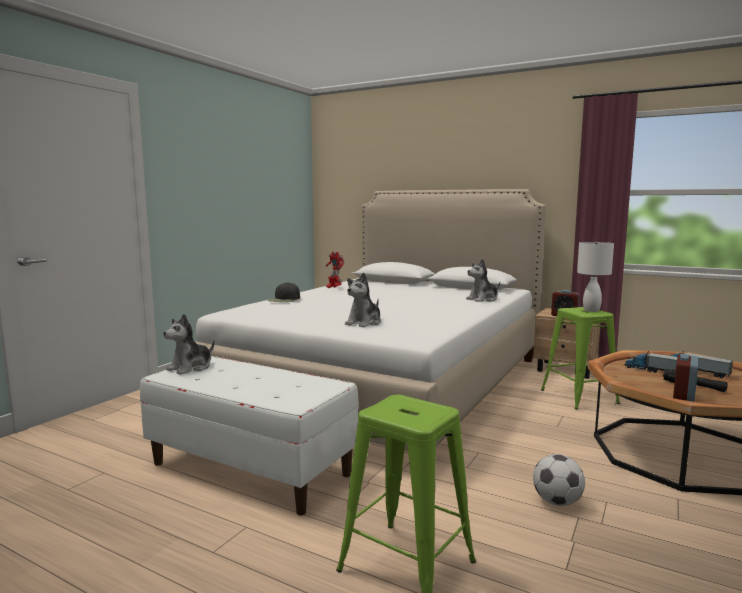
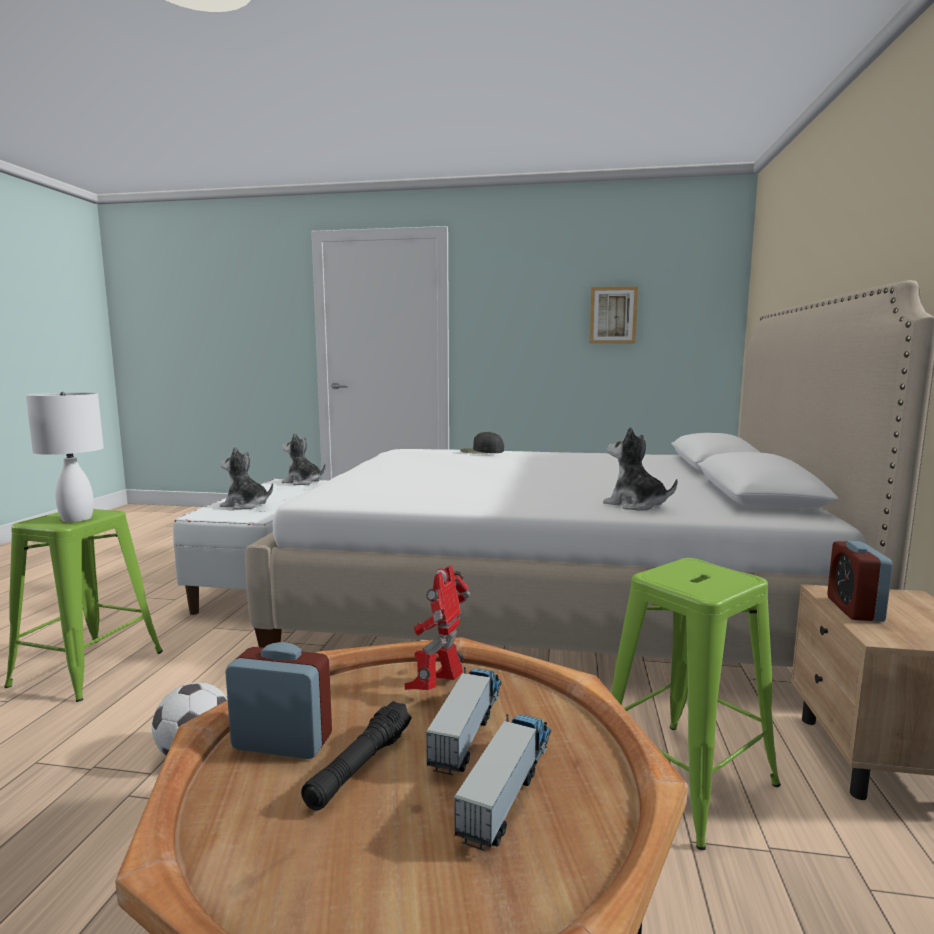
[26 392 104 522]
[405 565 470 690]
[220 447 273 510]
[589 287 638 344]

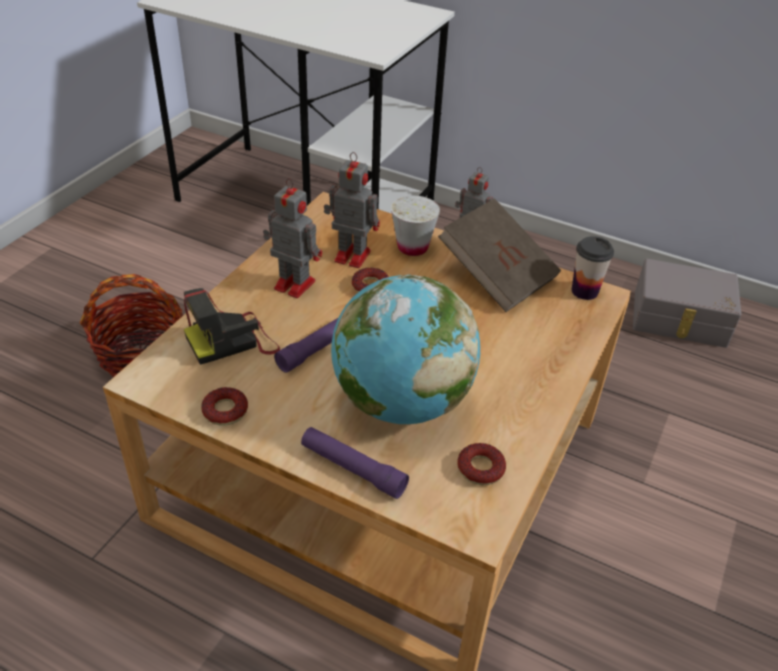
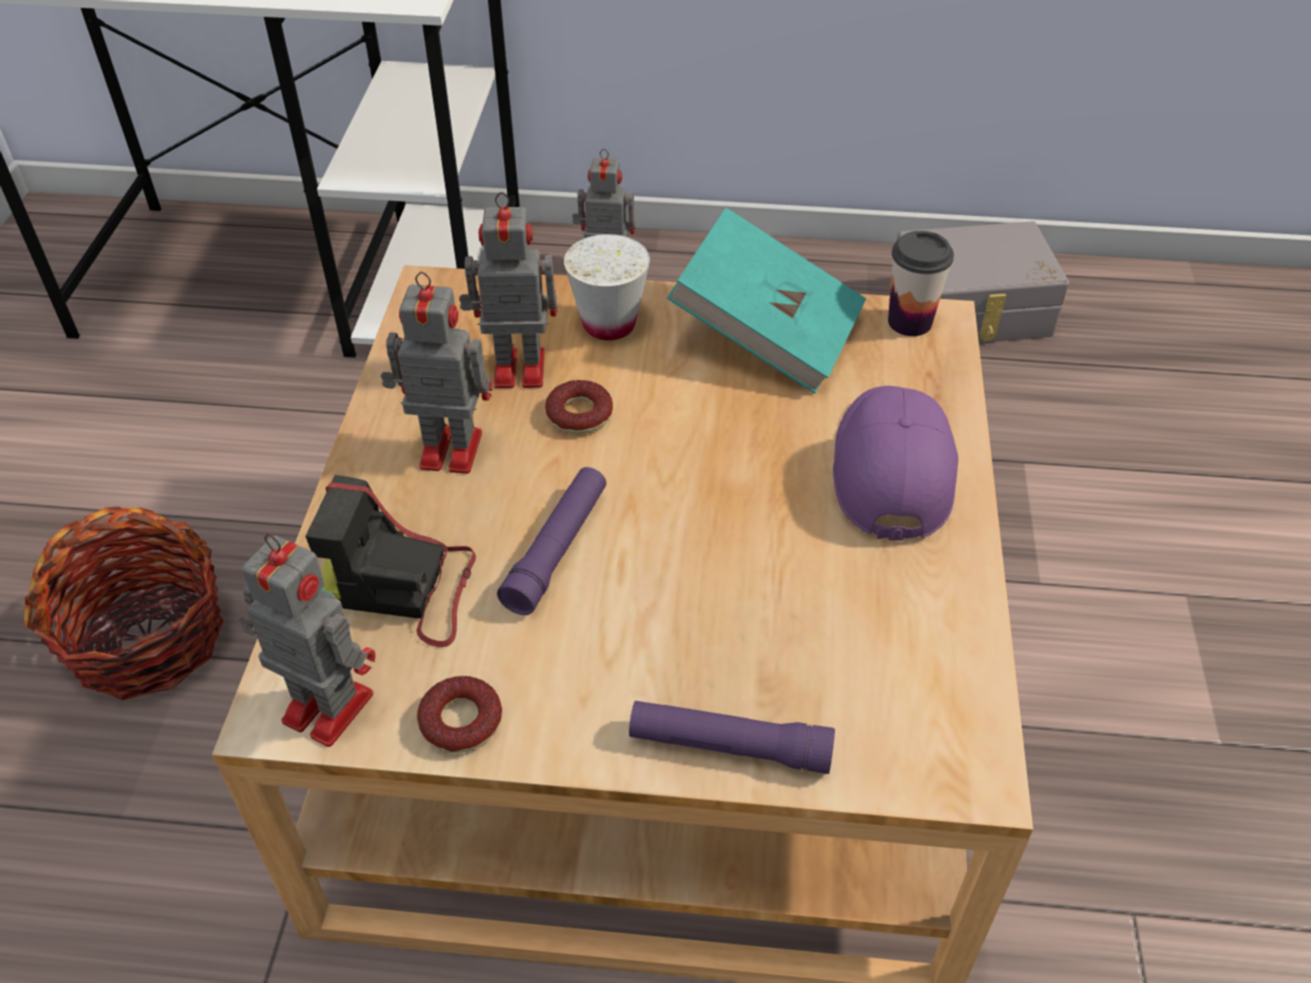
[667 208 866 394]
[331 274 480 424] (first image)
[305 475 476 647]
[457 443 506 485] (first image)
[833 386 958 541]
[239 534 376 747]

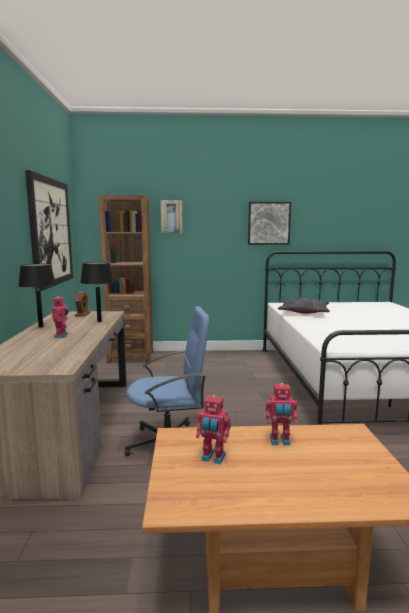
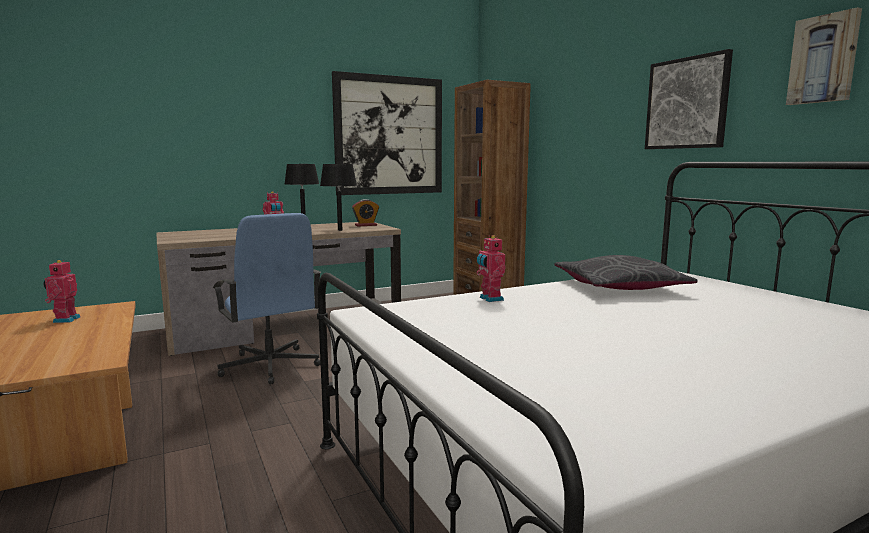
[786 7 862 105]
[476 235 506 302]

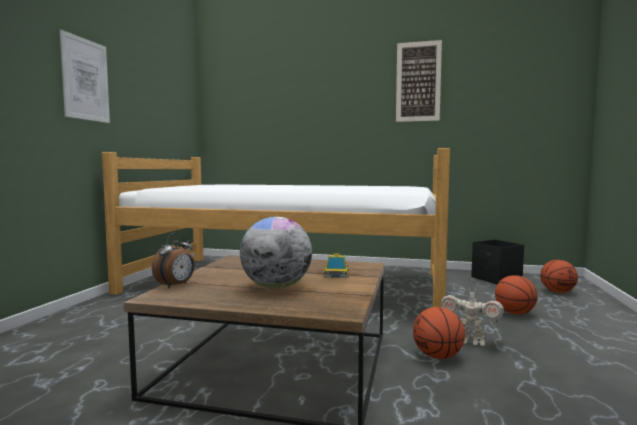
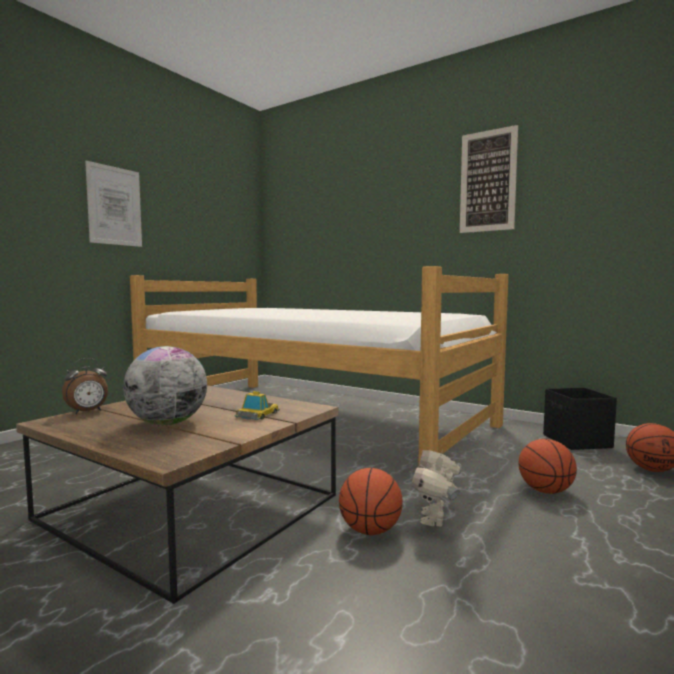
[411 449 462 527]

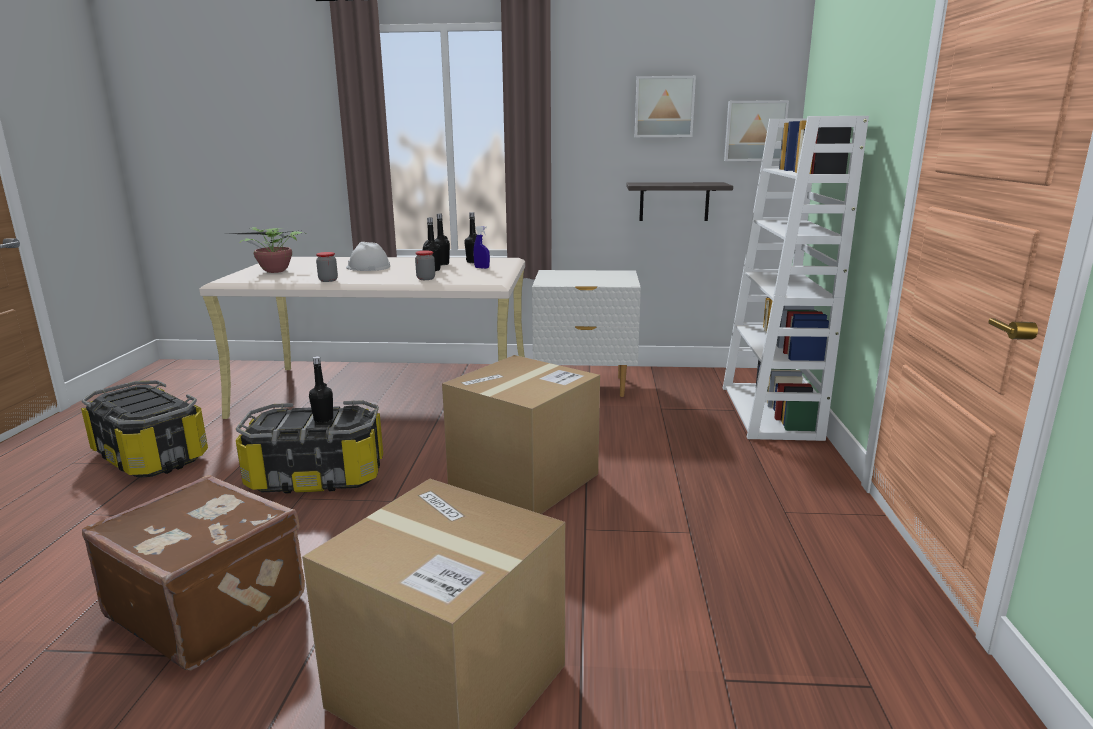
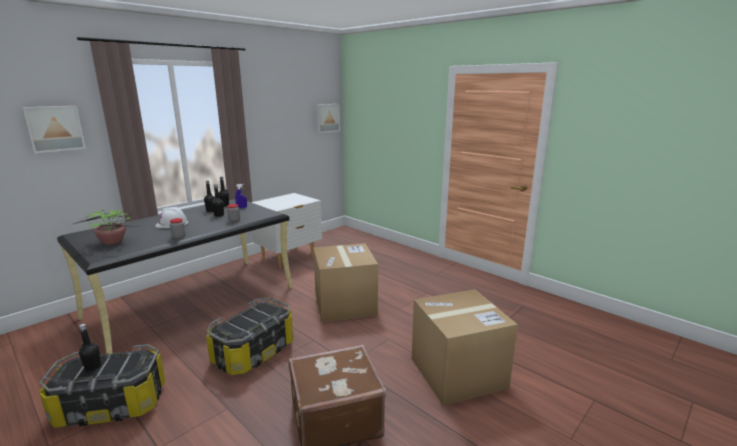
[22 106 86 153]
[723 116 869 441] (first image)
[626 182 733 221] (first image)
[57 199 293 354]
[79 324 101 371]

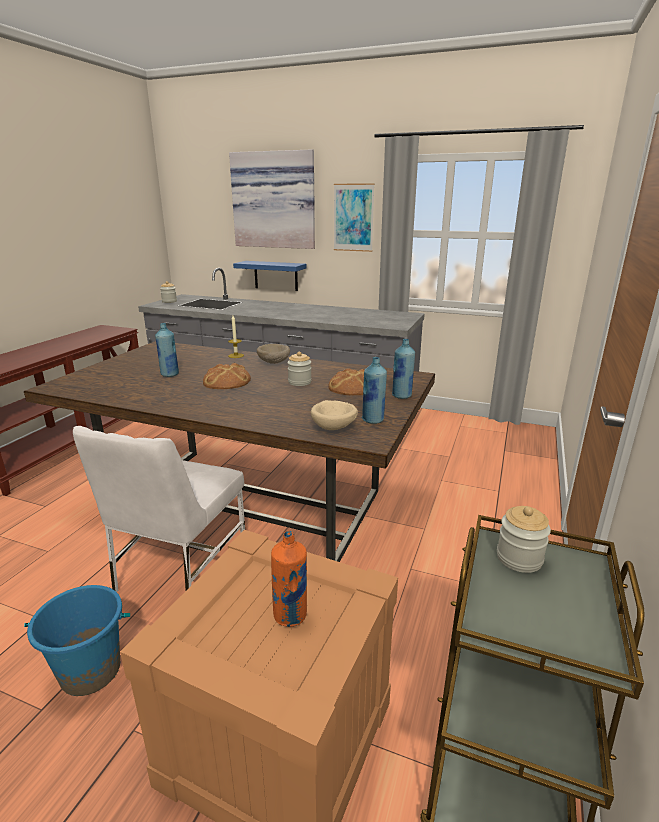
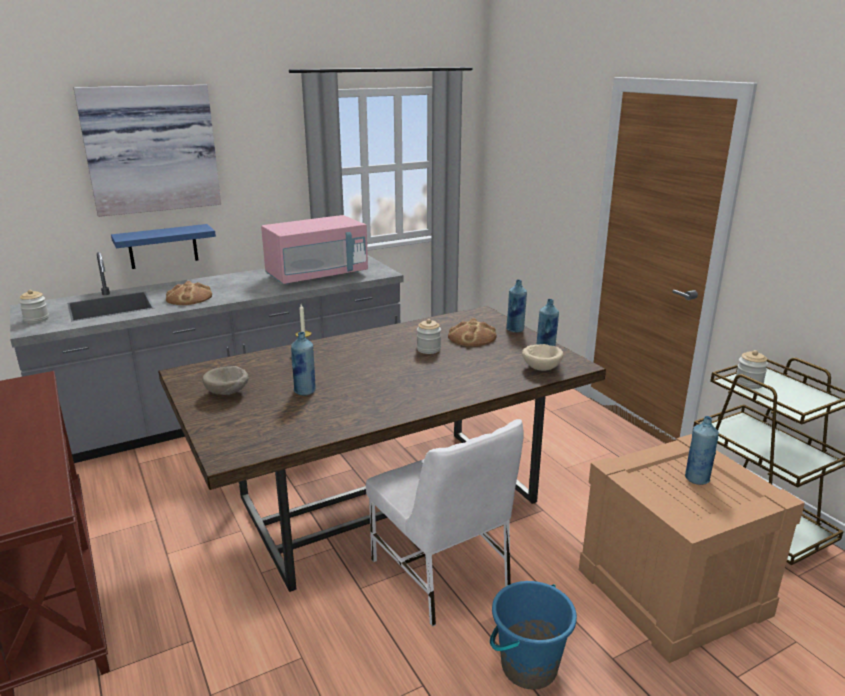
[334 183 375 252] (first image)
[202 366 249 395]
[166 280 212 305]
[685 416 719 485]
[261 215 368 284]

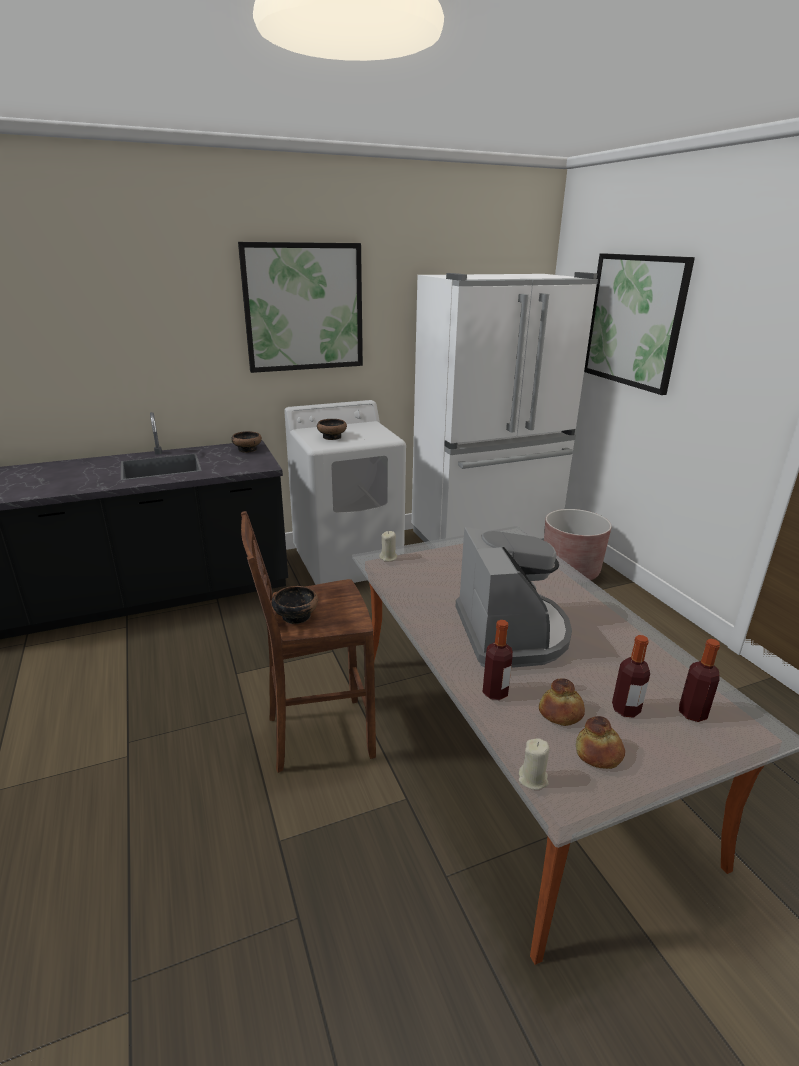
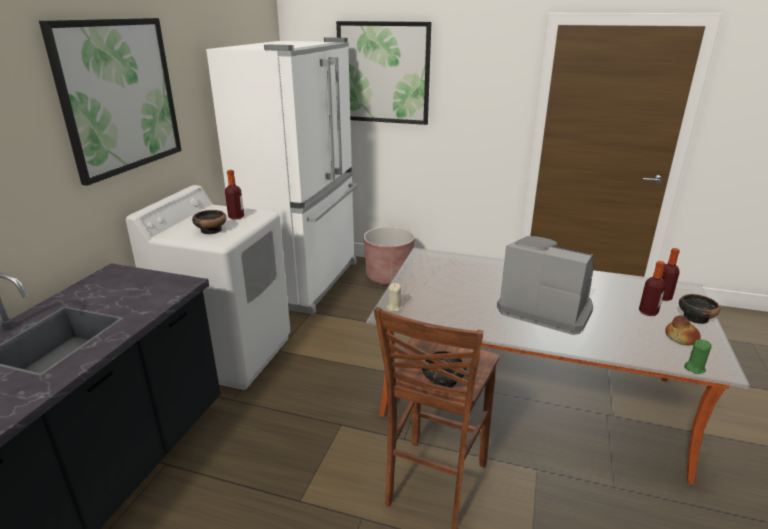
[679 294 720 324]
[225 170 244 220]
[539 678 585 726] (first image)
[684 339 712 374]

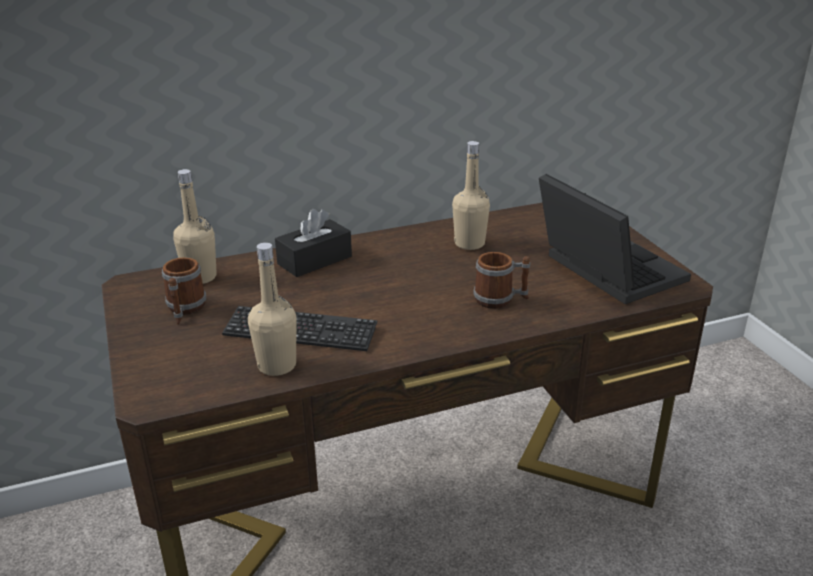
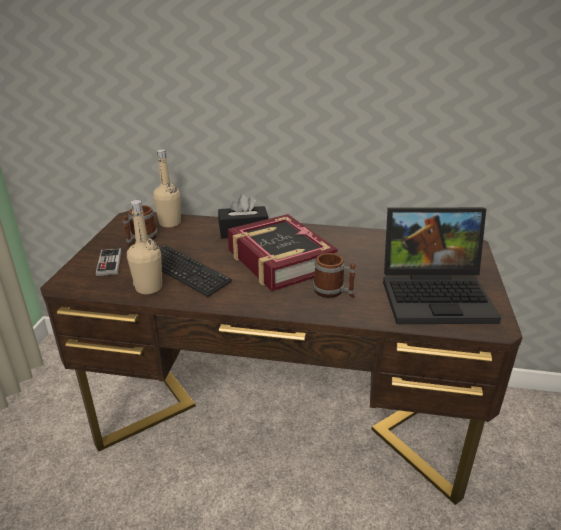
[452 141 490 250] (first image)
[383 207 501 324]
[228 214 338 291]
[96 248 122 276]

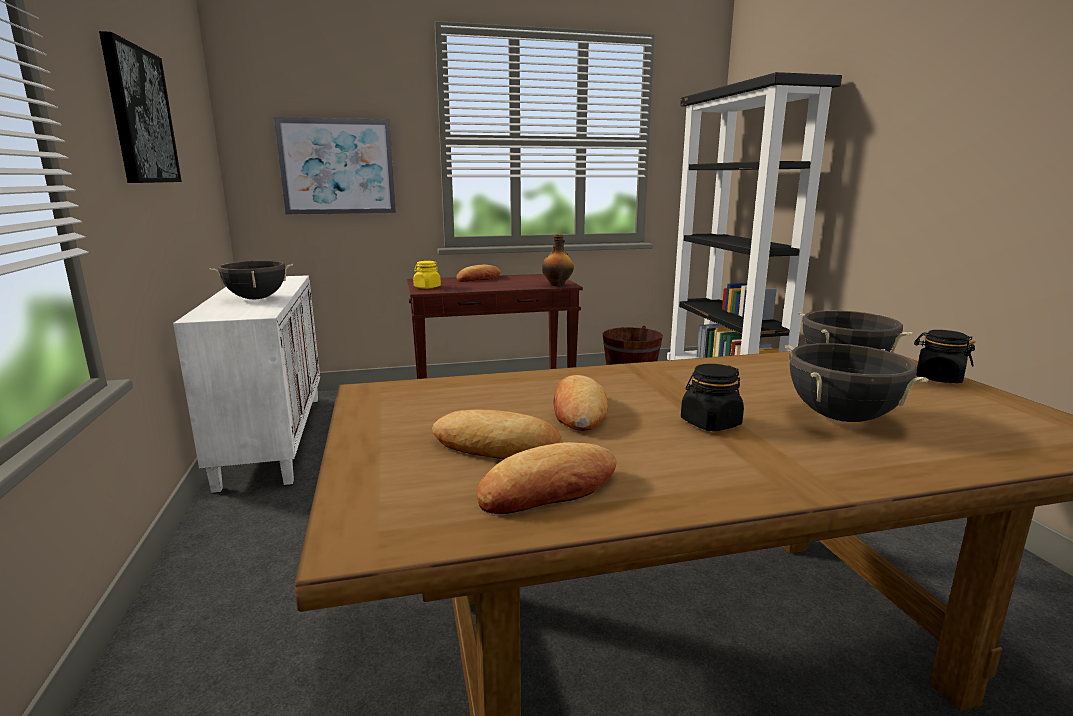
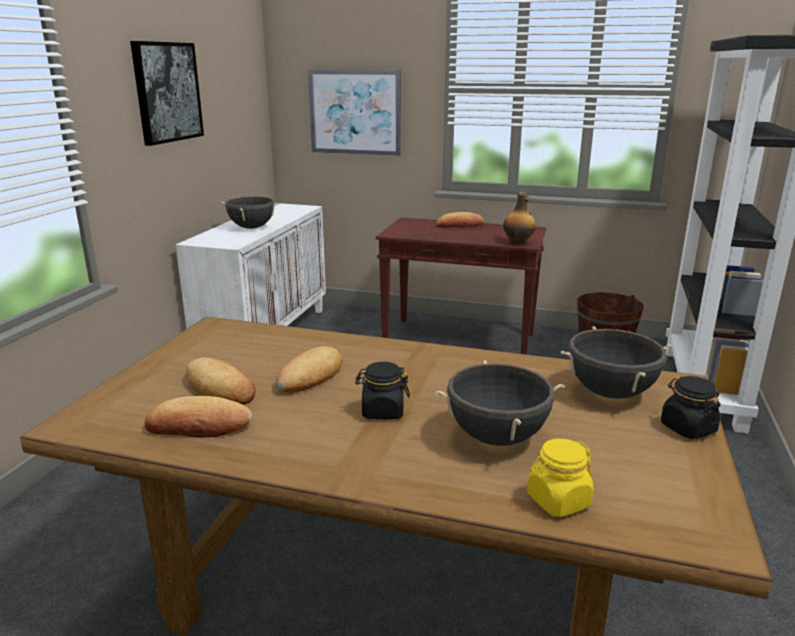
[527 438 593 517]

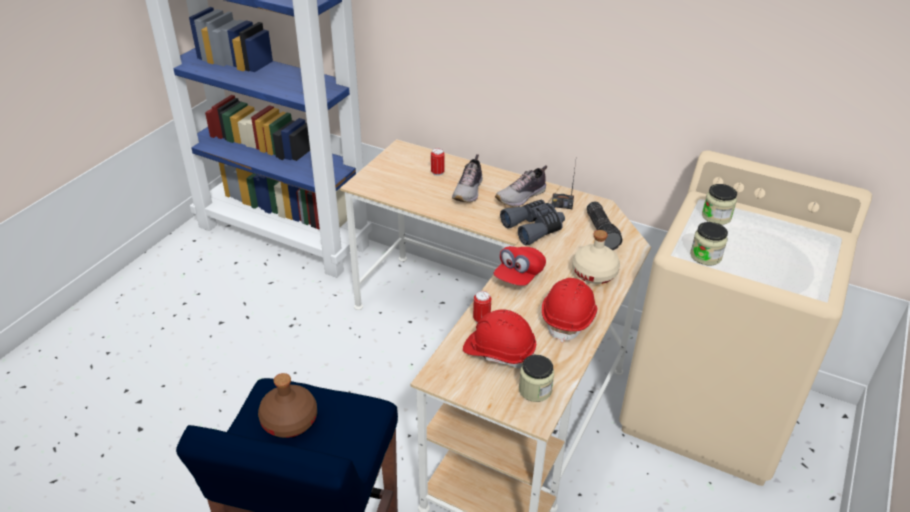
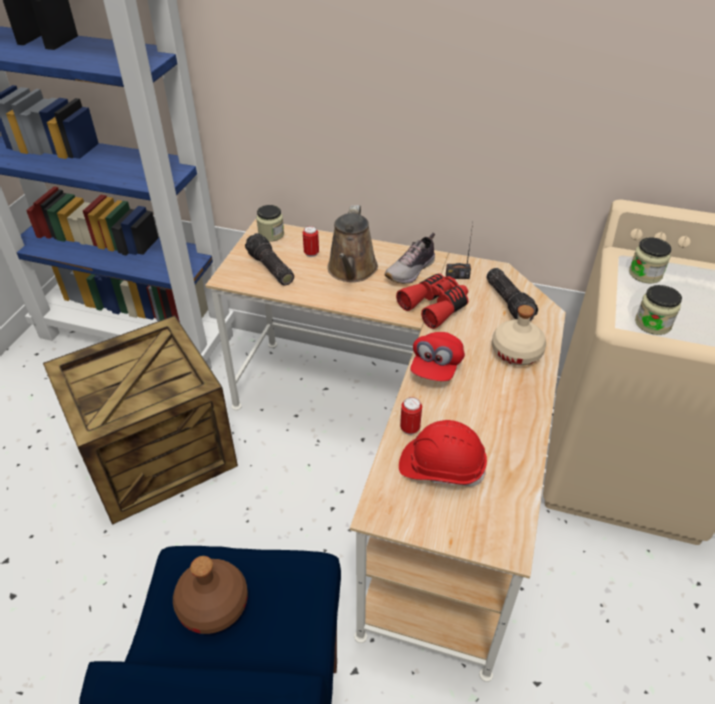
[327 205 378 282]
[396 273 469 329]
[542 278 597 343] (first image)
[256 205 284 242]
[245 233 294 286]
[43 315 238 525]

